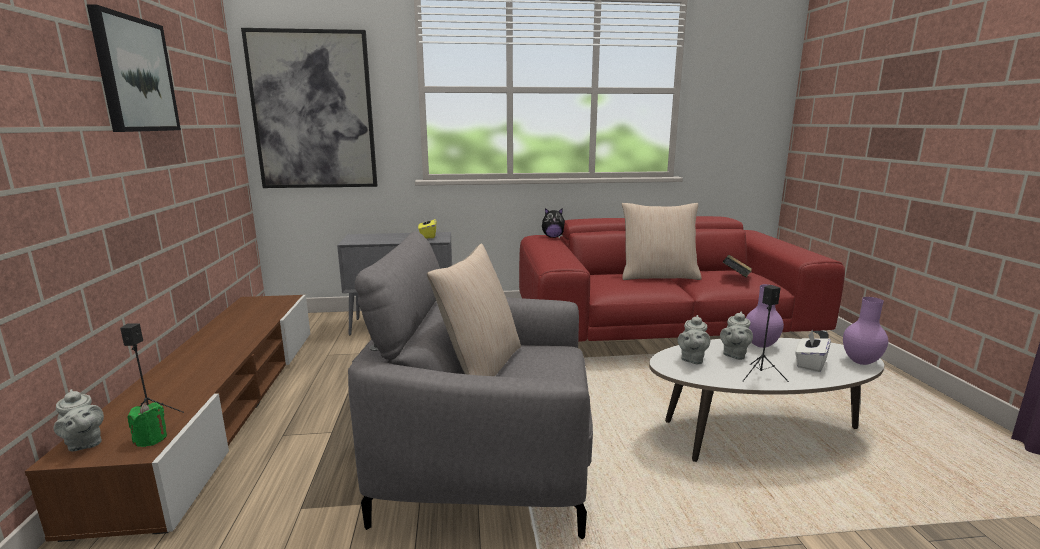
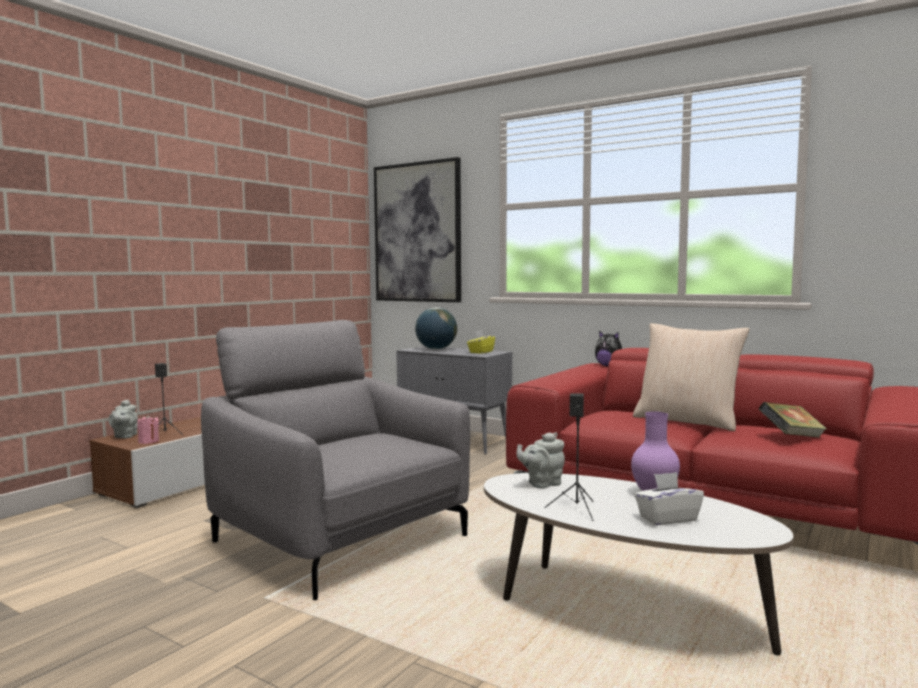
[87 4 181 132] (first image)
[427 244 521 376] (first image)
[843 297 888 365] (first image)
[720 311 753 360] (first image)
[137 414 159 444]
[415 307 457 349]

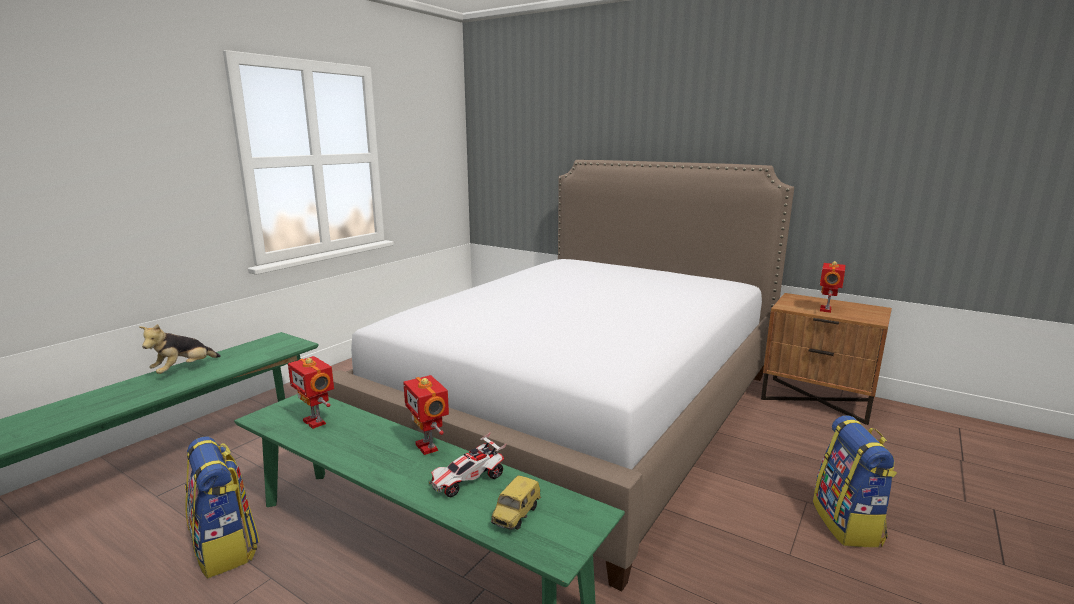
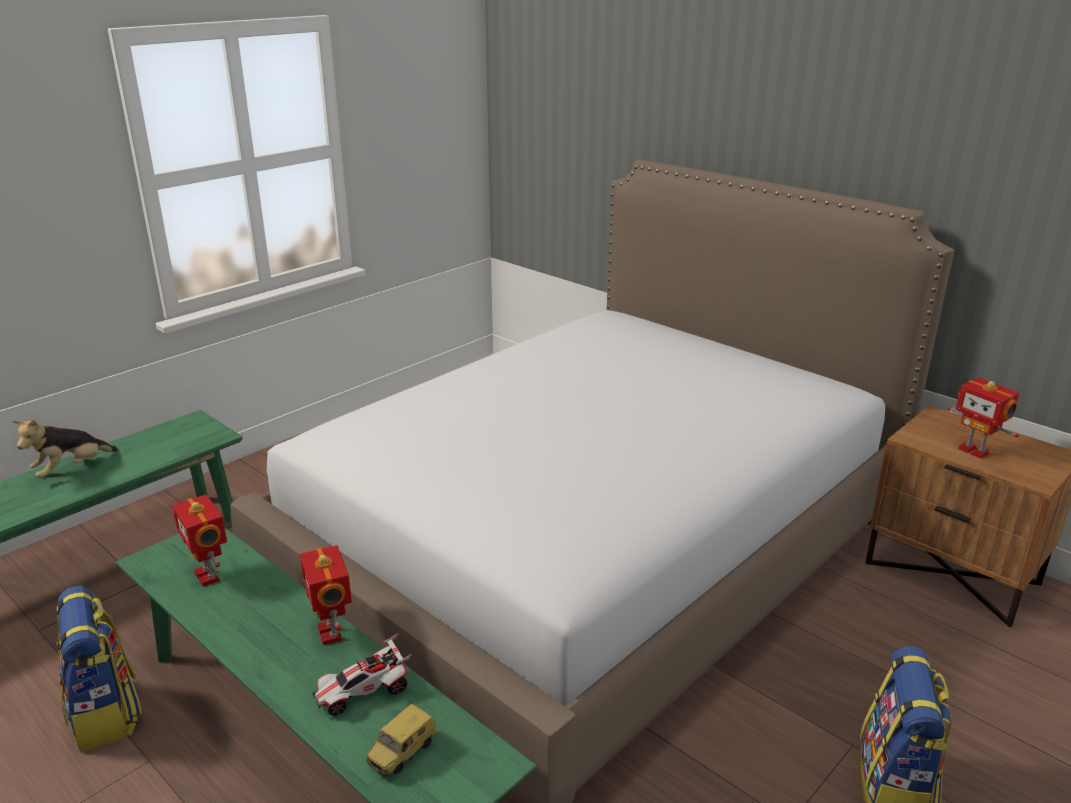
[948 378 1019 459]

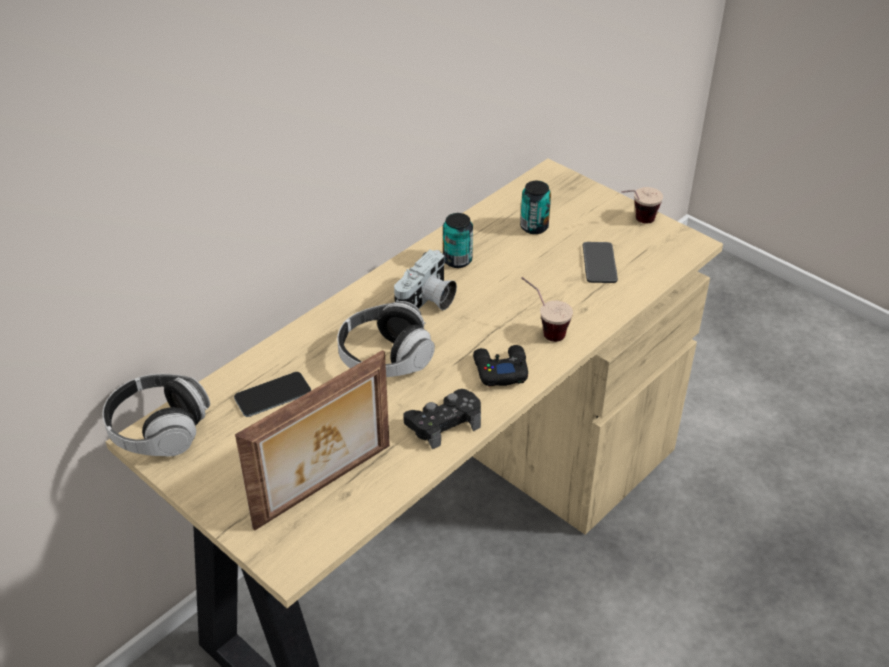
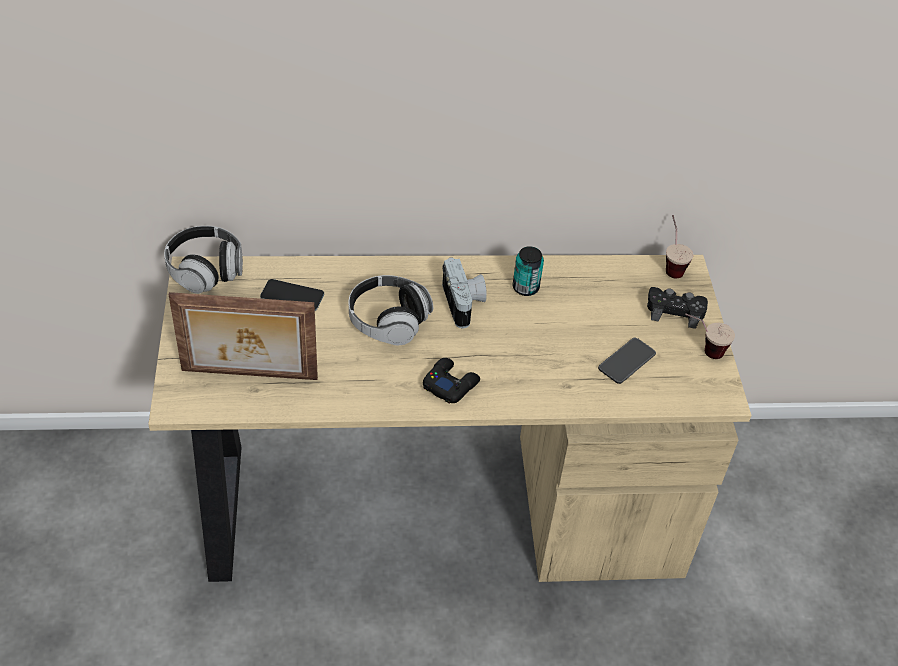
[520 181 551 234] (first image)
[442 257 487 328]
[666 215 693 278]
[647 287 708 329]

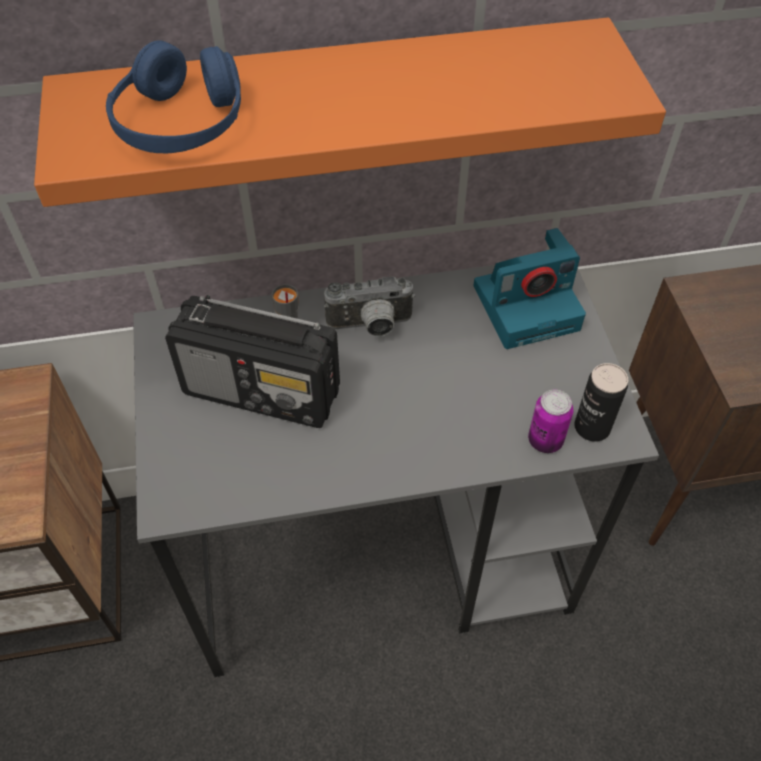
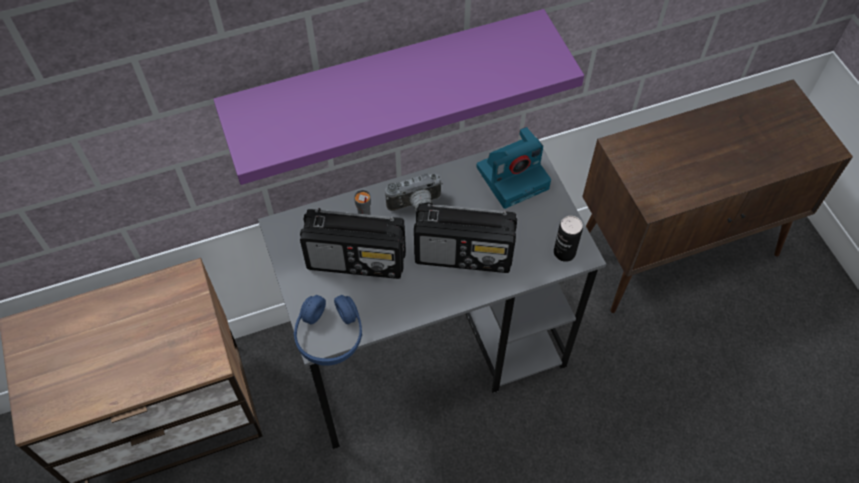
[213 9 584 185]
[294 295 362 366]
[528 390 574 453] (first image)
[414 202 517 273]

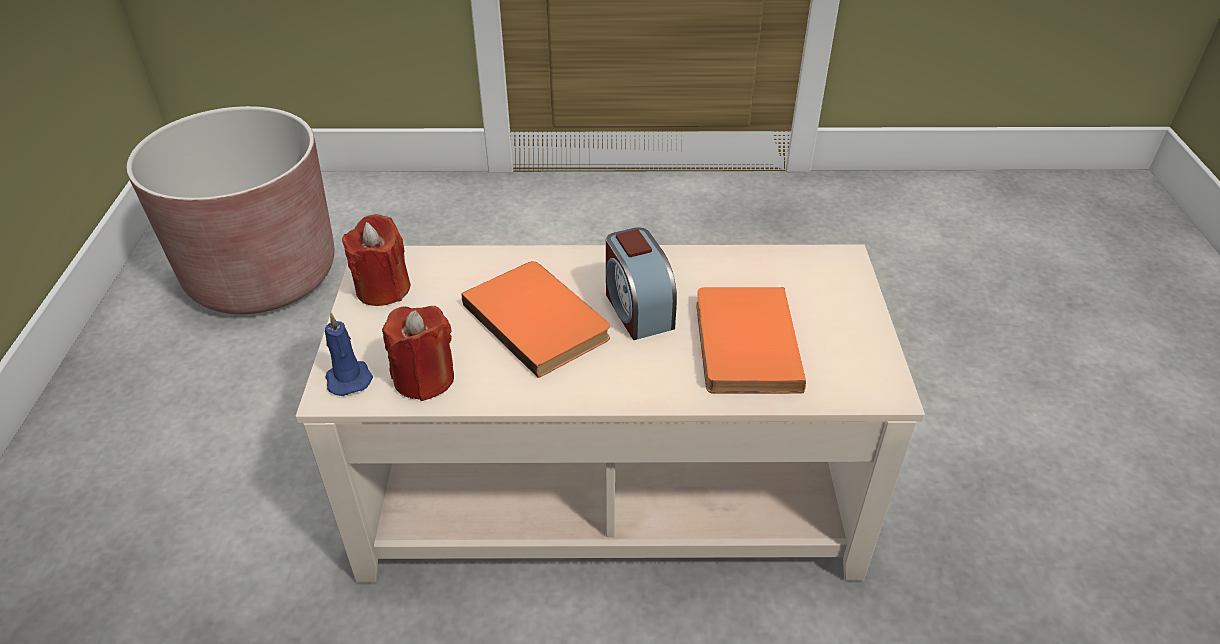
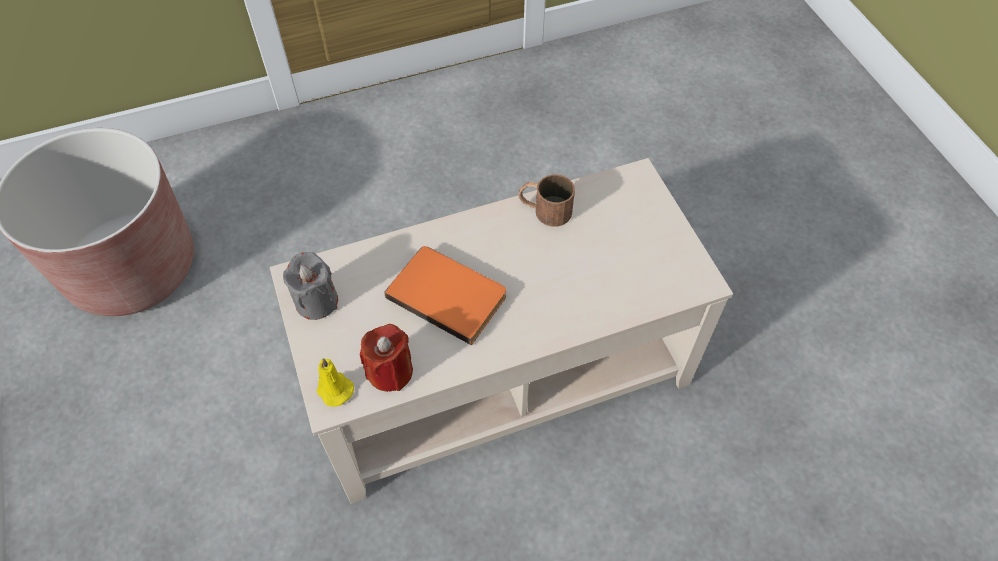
[283 252 338 320]
[606 227 677 340] (first image)
[696 287 806 394] (first image)
[316 358 354 407]
[518 174 575 227]

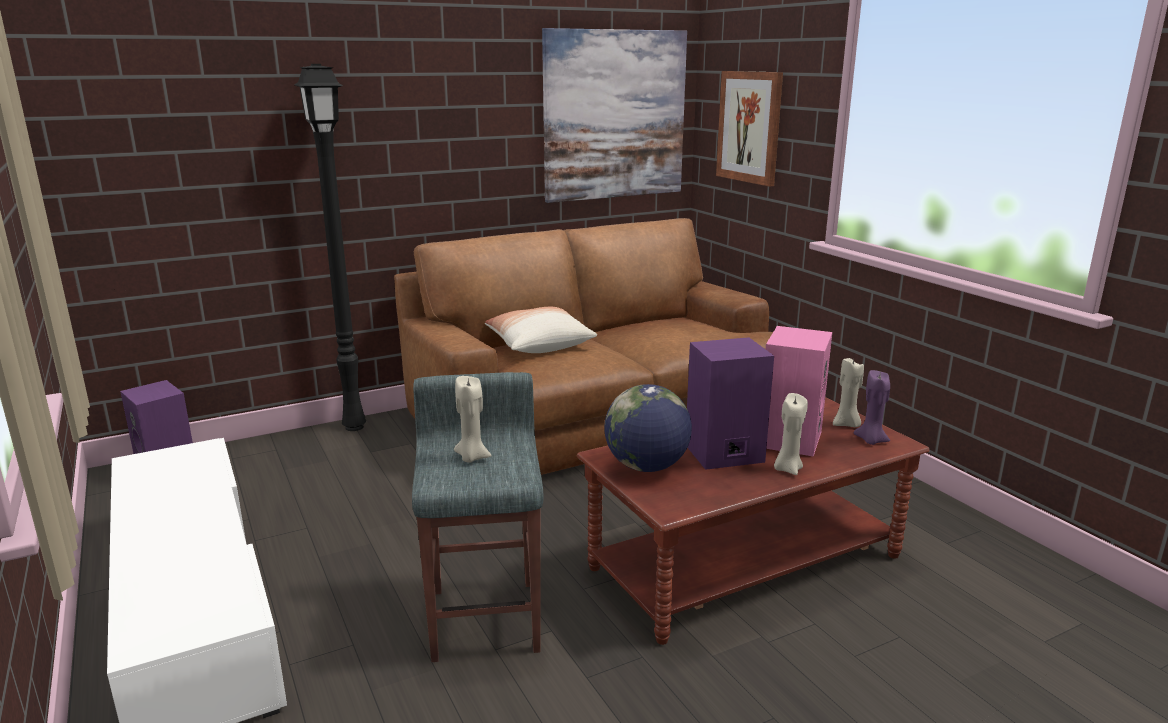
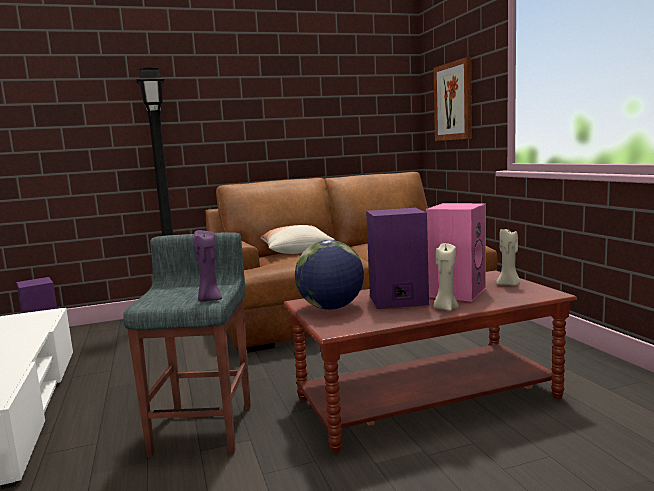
[542 28 687 203] (first image)
[194 229 222 302]
[454 376 492 463] (first image)

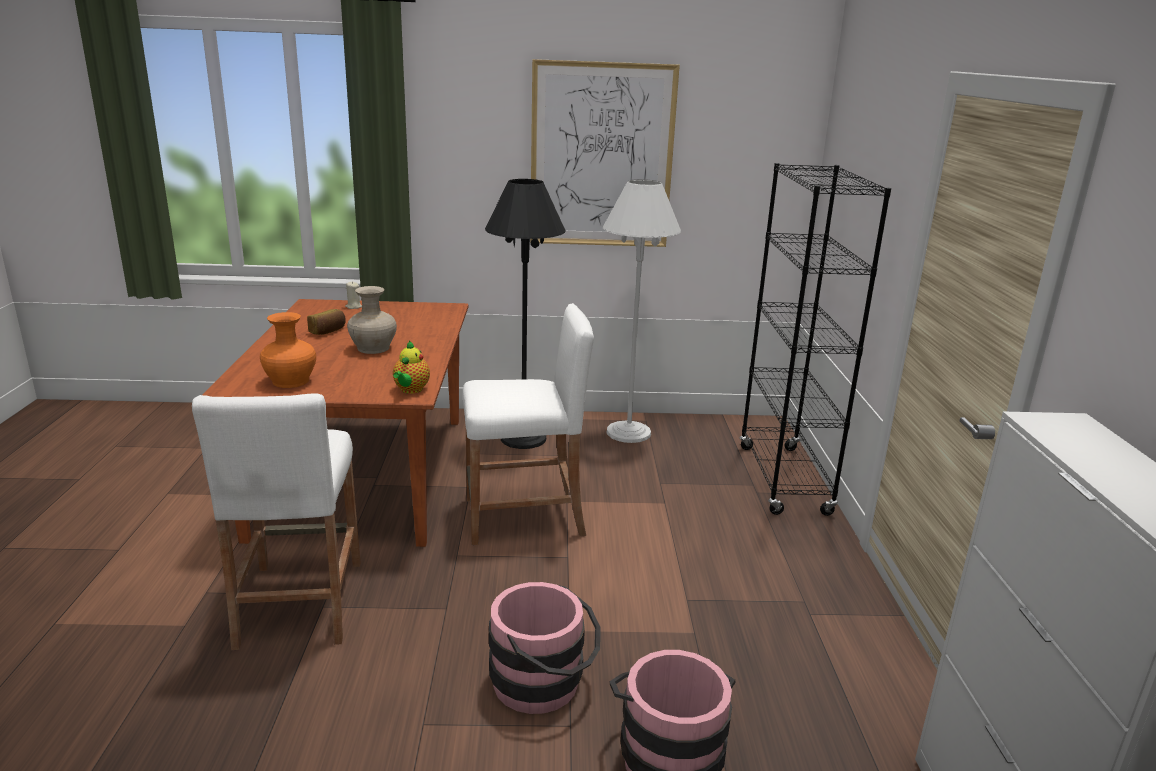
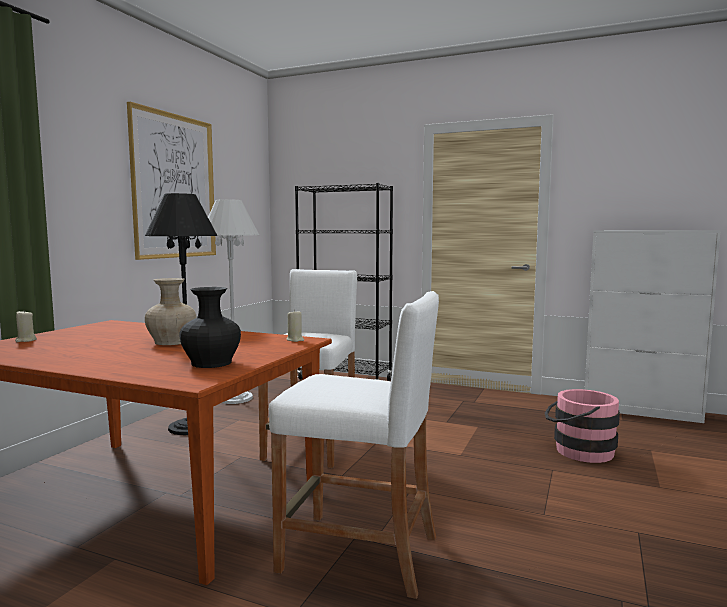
[307 309 346 335] (first image)
[179 287 241 368]
[287 310 304 342]
[489 582 601 714] (first image)

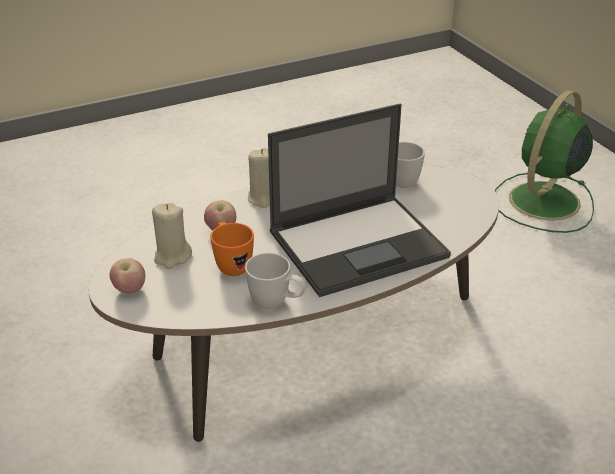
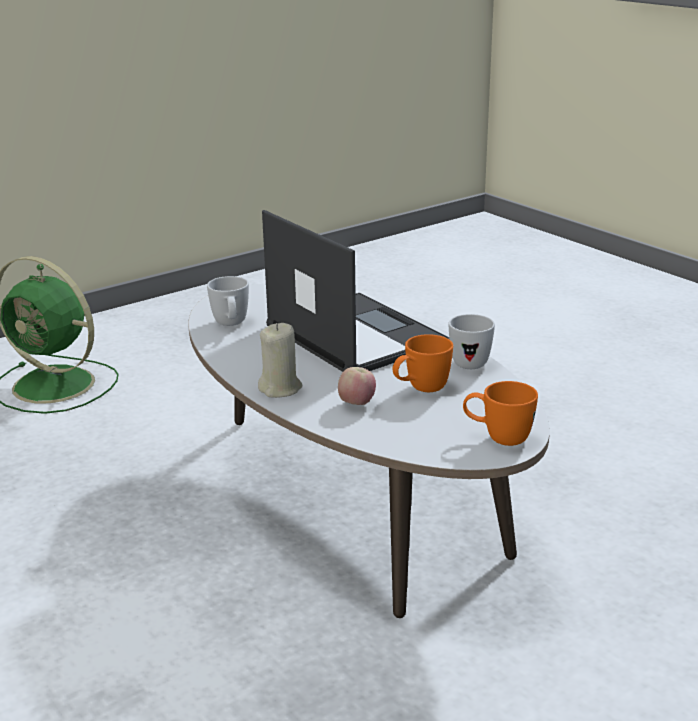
[152 203 192 269] (first image)
[463 381 538 446]

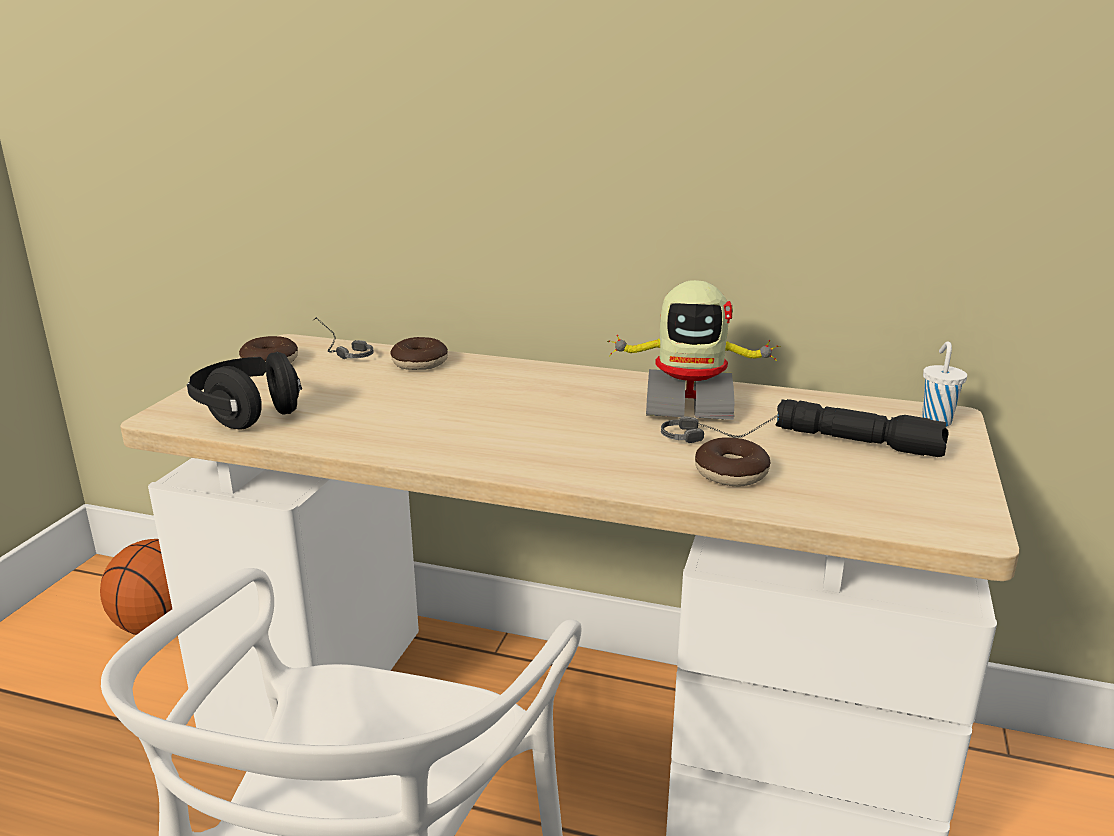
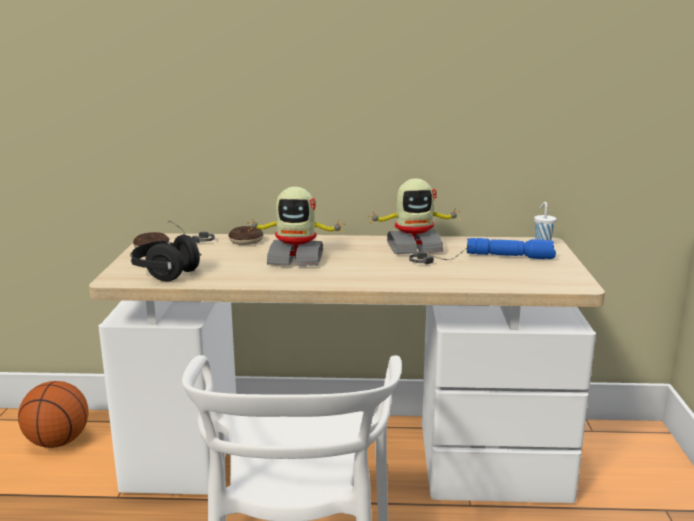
[467 238 556 259]
[695 437 771 487] (first image)
[248 187 345 266]

